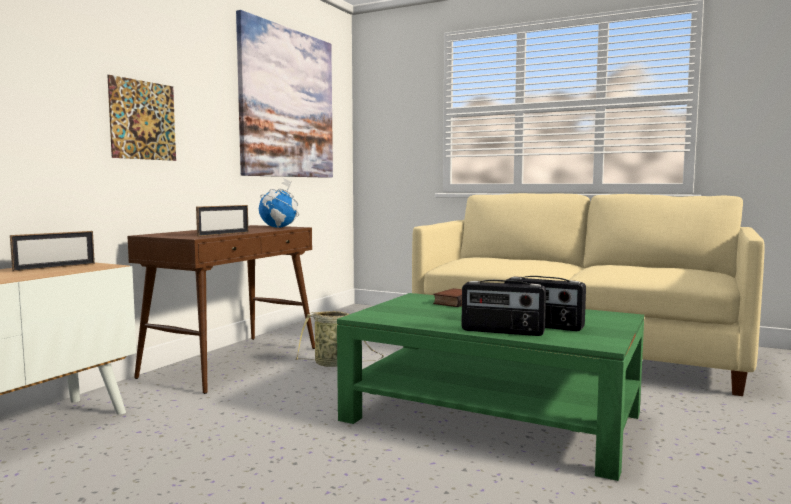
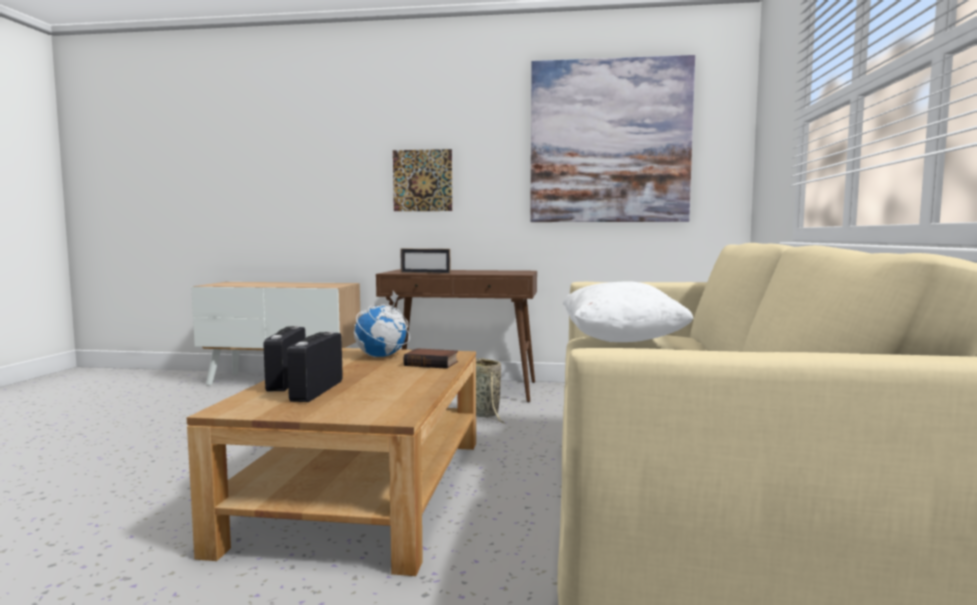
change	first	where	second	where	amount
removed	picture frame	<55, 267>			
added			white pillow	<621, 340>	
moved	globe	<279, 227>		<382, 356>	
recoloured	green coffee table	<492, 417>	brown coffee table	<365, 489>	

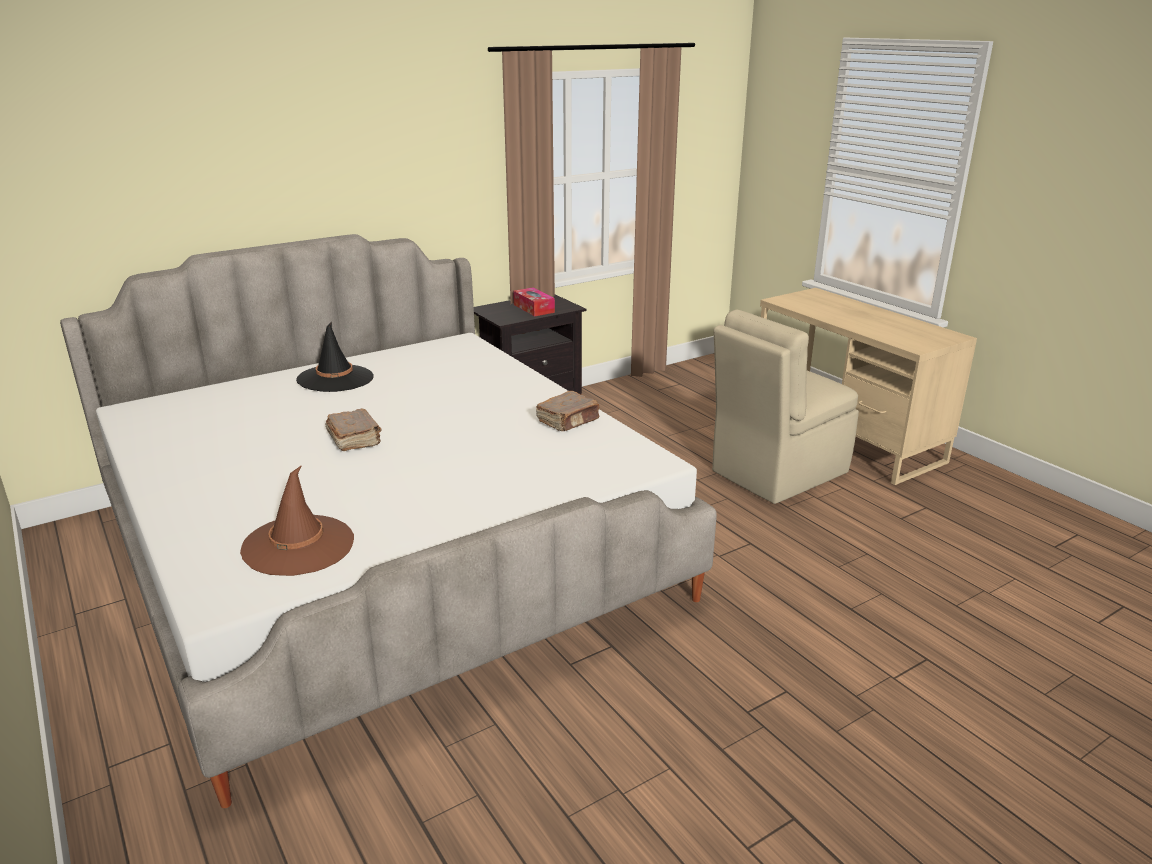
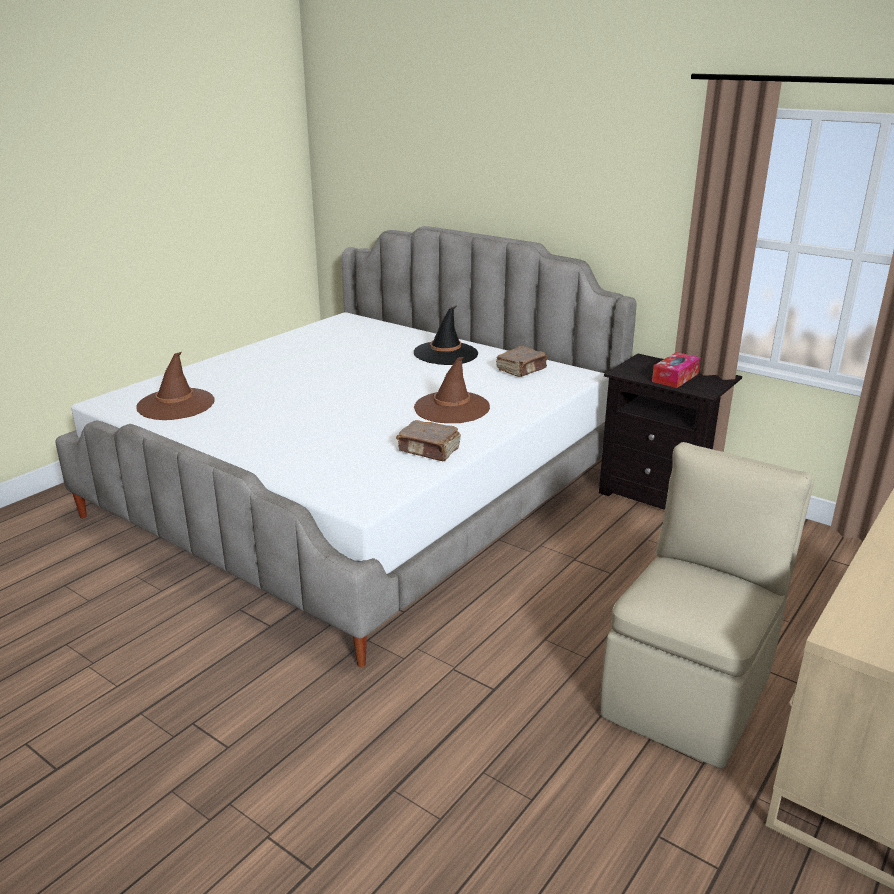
change	first	where	second	where	amount
added			brown hat	<451, 408>	
moved	brown book	<354, 440>		<522, 370>	
turned	beige chair	<776, 473>		<690, 692>	90 degrees clockwise

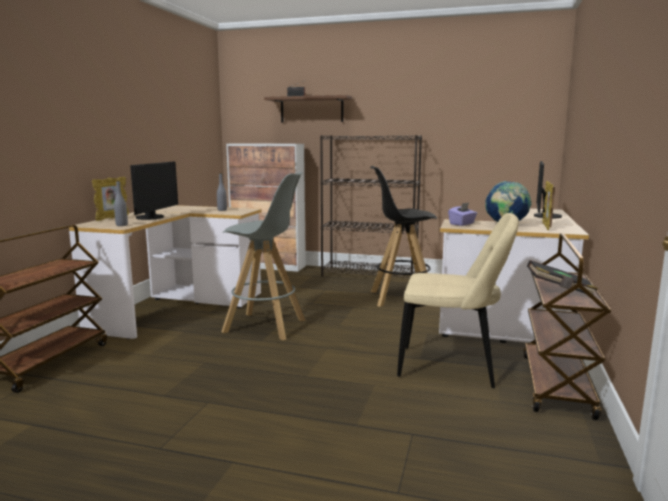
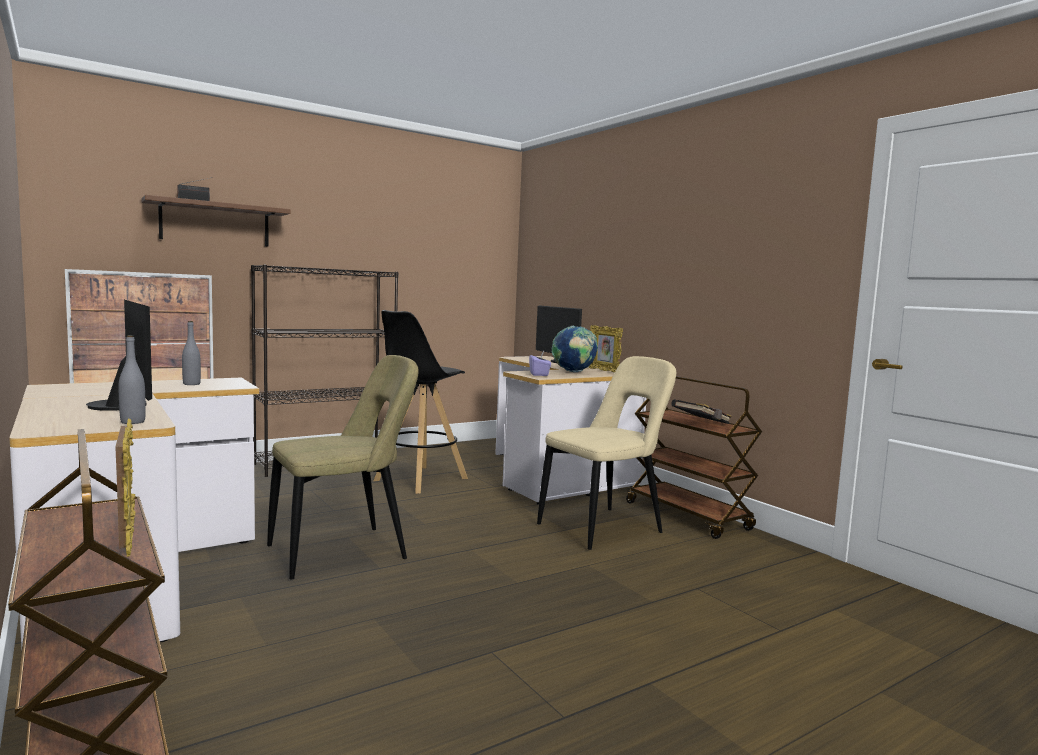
change	first	where	second	where	amount
moved	picture frame	<112, 218>		<127, 538>	
replaced	grey stool	<265, 326>	beige chair	<344, 552>	

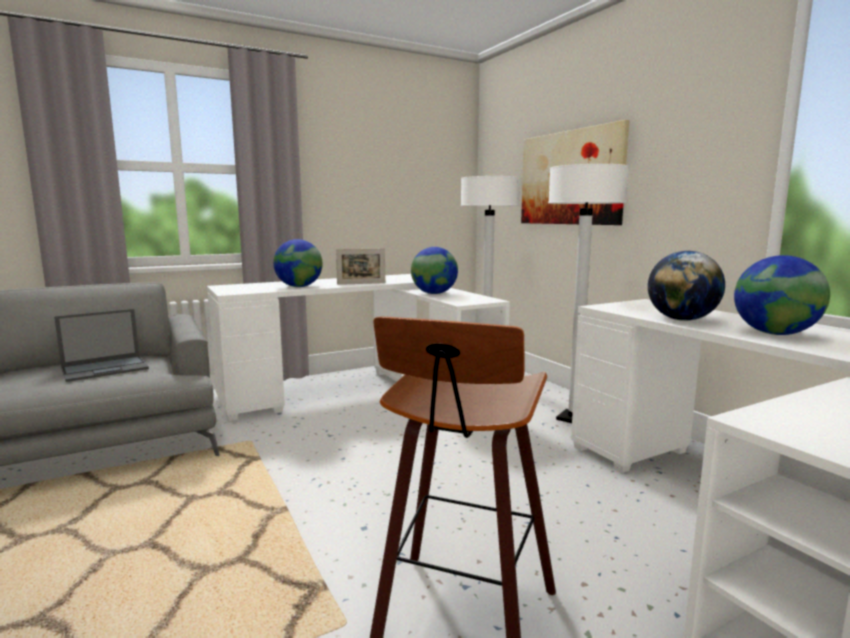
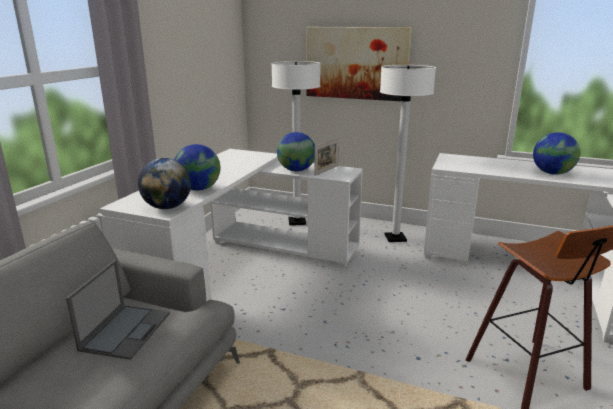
change	first	where	second	where	amount
moved	picture frame	<361, 283>		<326, 171>	
moved	globe	<682, 320>		<167, 207>	

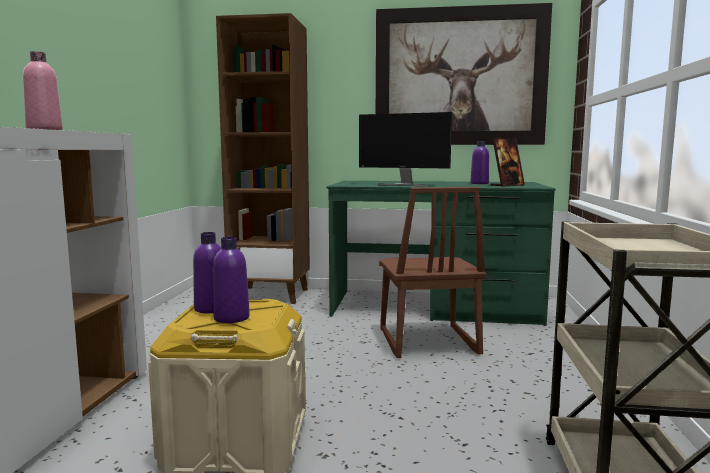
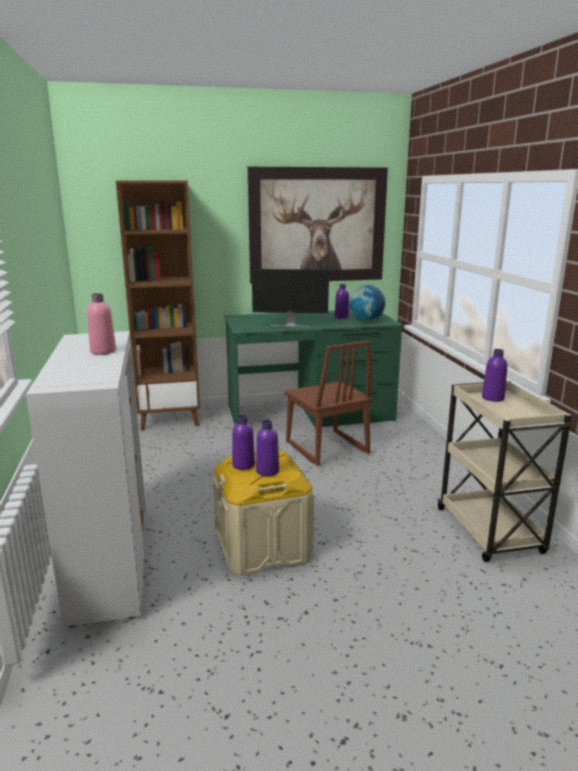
change	first	where	second	where	amount
added			purple bottle	<492, 398>	
replaced	picture frame	<507, 185>	globe	<366, 321>	

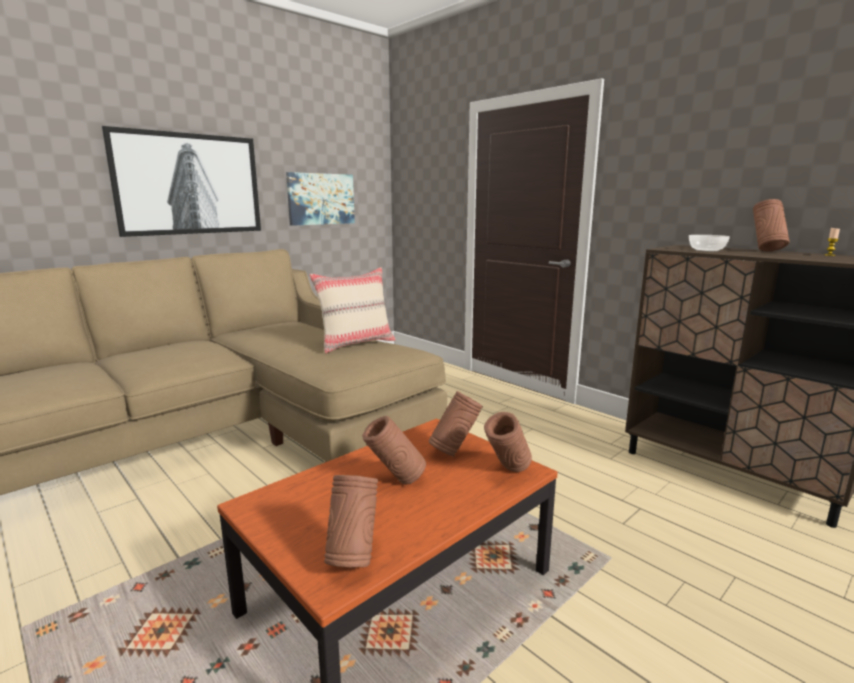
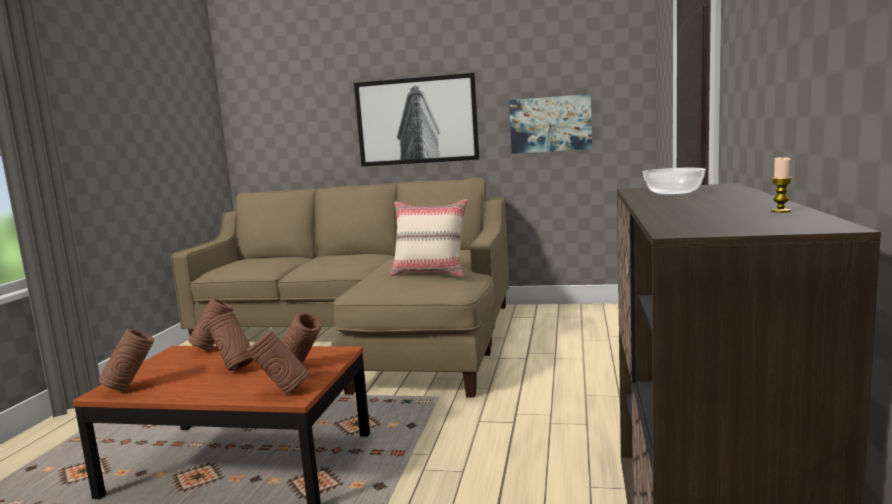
change	first	where	second	where	amount
moved	brown vase	<766, 251>		<214, 348>	

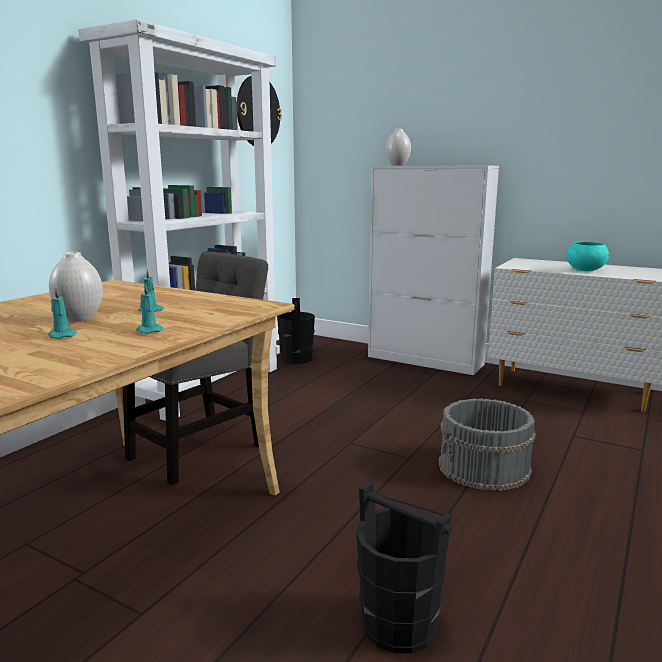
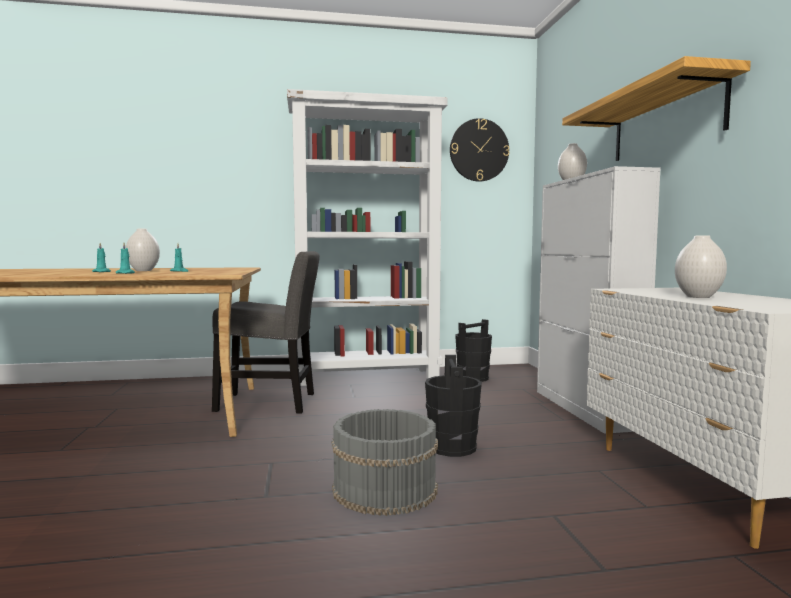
change	first	where	second	where	amount
added			shelf	<665, 122>	
moved	black bucket	<399, 624>		<452, 447>	
replaced	turquoise bowl	<585, 270>	white vase	<698, 297>	

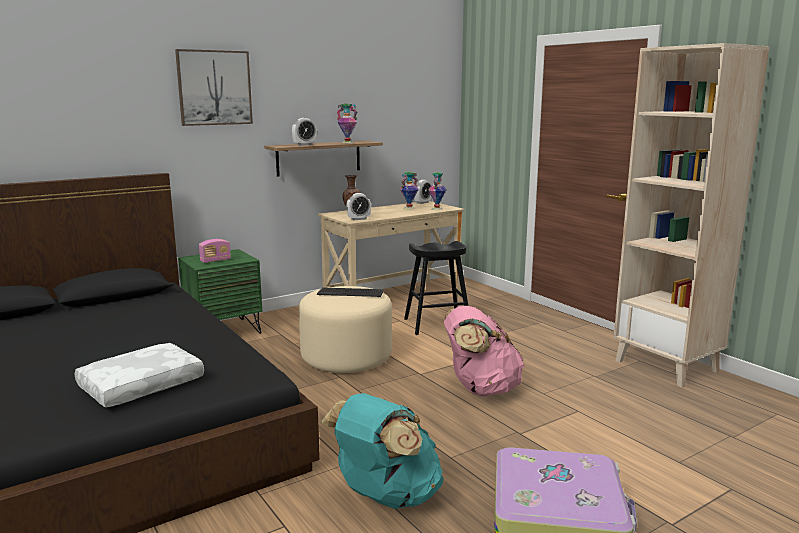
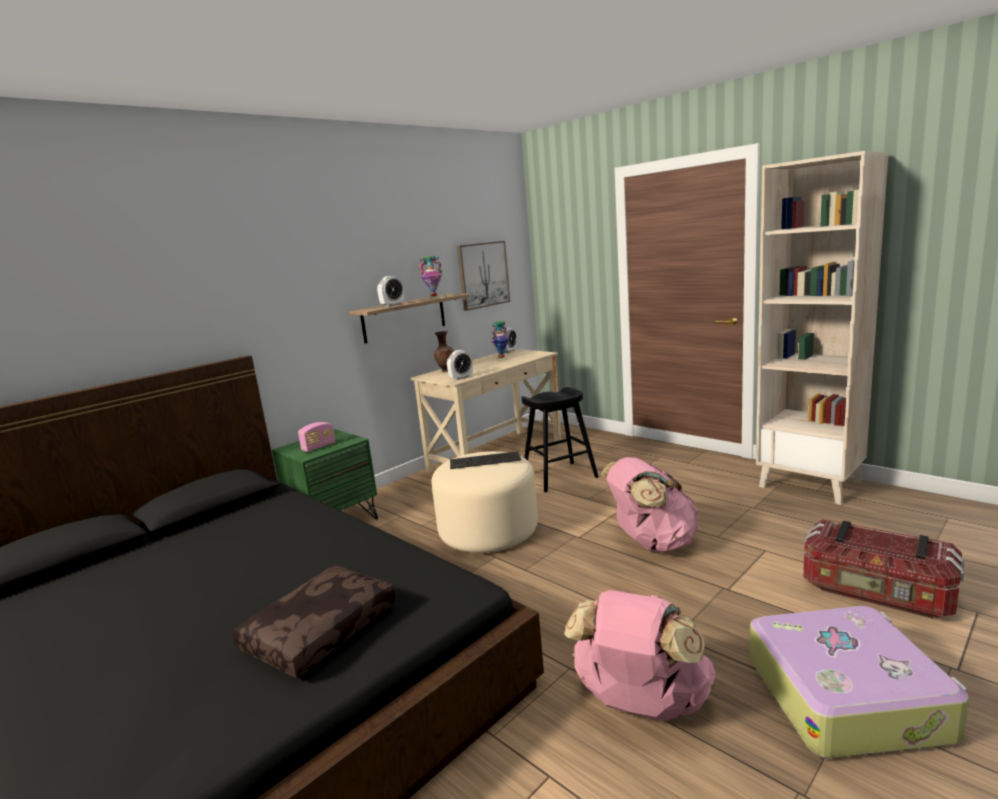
change	first	where	second	where	amount
removed	vase	<437, 209>			
added			storage box	<876, 593>	
moved	picture	<214, 88>		<483, 275>	
recoloured	white pillow	<142, 385>	brown pillow	<320, 630>	
recoloured	turquoise backpack	<385, 497>	pink backpack	<641, 704>	

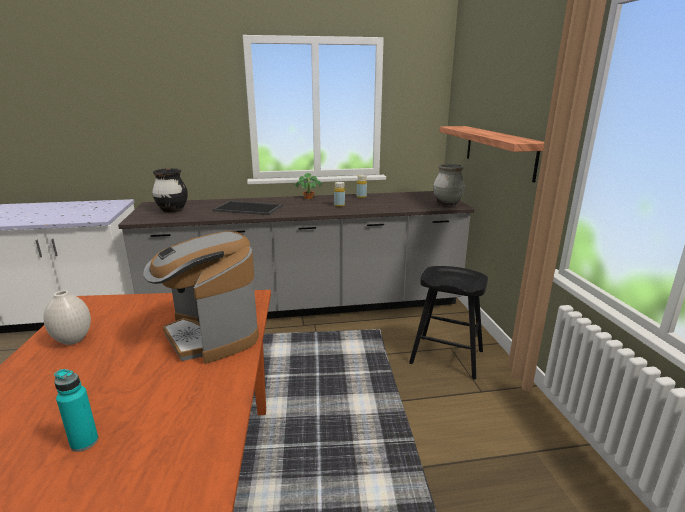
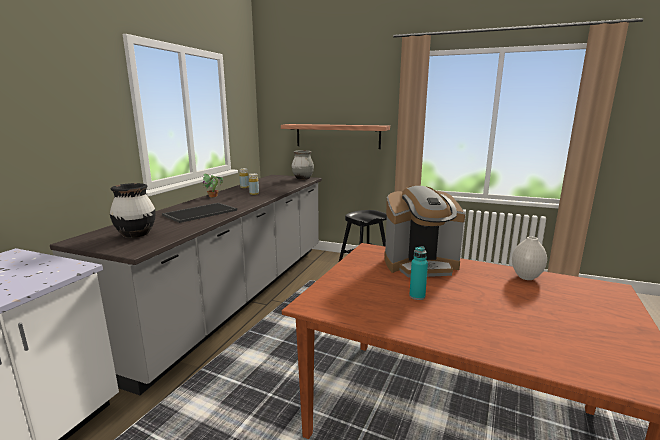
change	first	where	second	where	amount
moved	white vase	<74, 340>		<526, 277>	
moved	turquoise bottle	<84, 442>		<417, 296>	

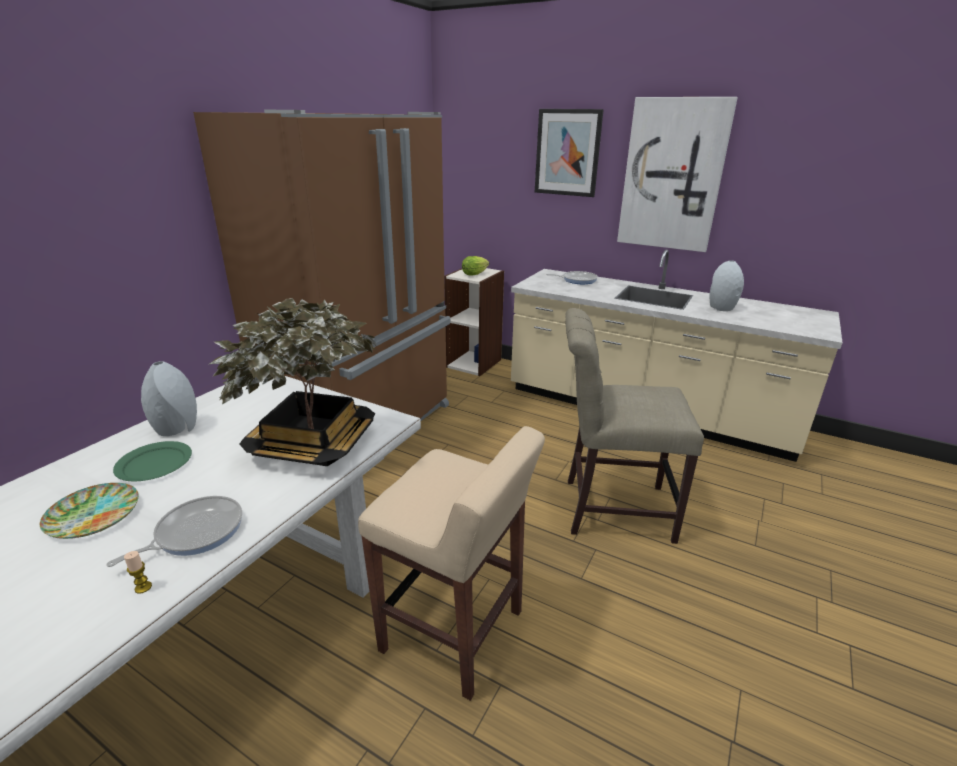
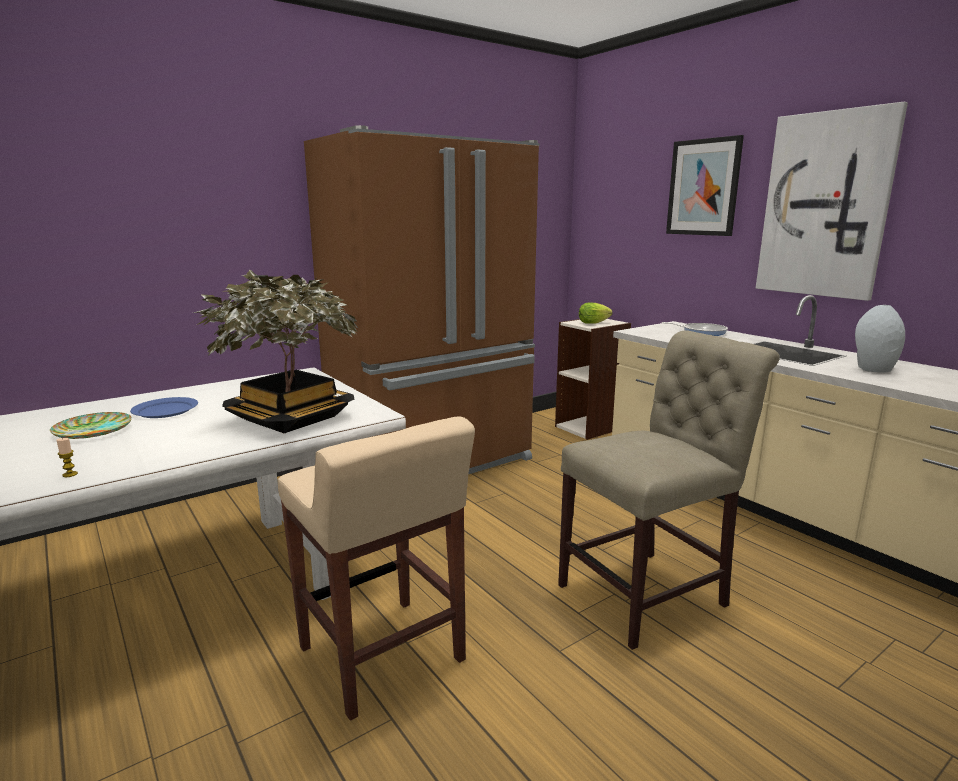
change	first	where	second	where	amount
removed	frying pan	<195, 532>			
removed	grey vase	<178, 428>			
recoloured	green plate	<154, 464>	blue plate	<165, 410>	
turned	beige chair	<610, 508>		<650, 593>	120 degrees clockwise

